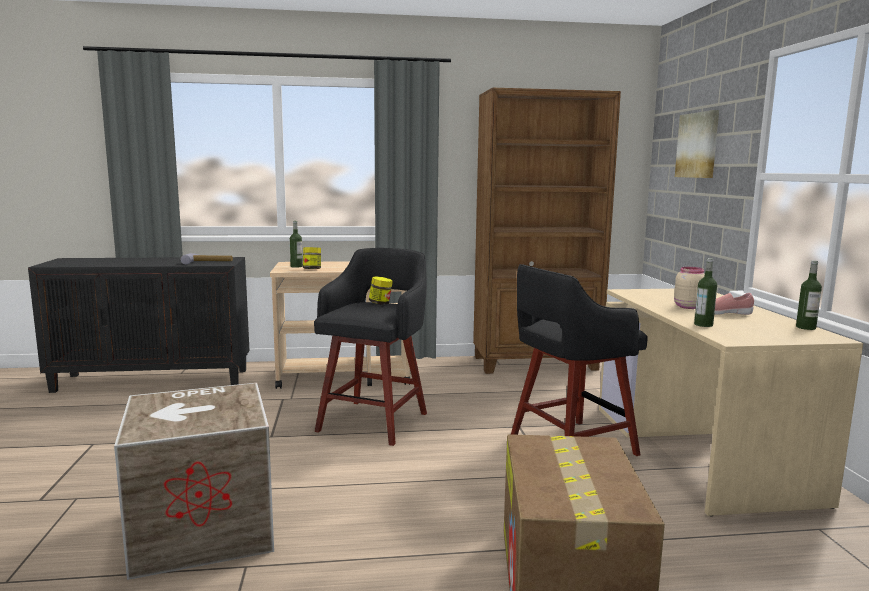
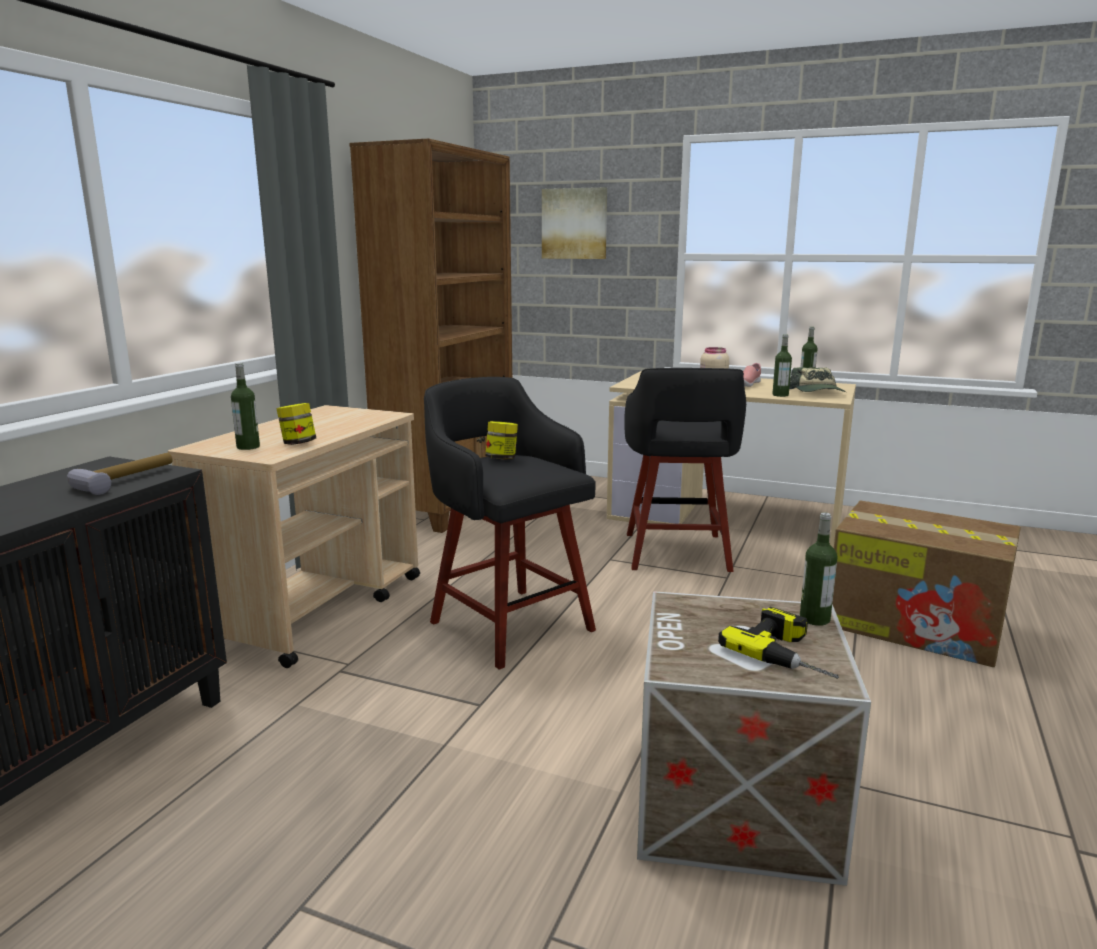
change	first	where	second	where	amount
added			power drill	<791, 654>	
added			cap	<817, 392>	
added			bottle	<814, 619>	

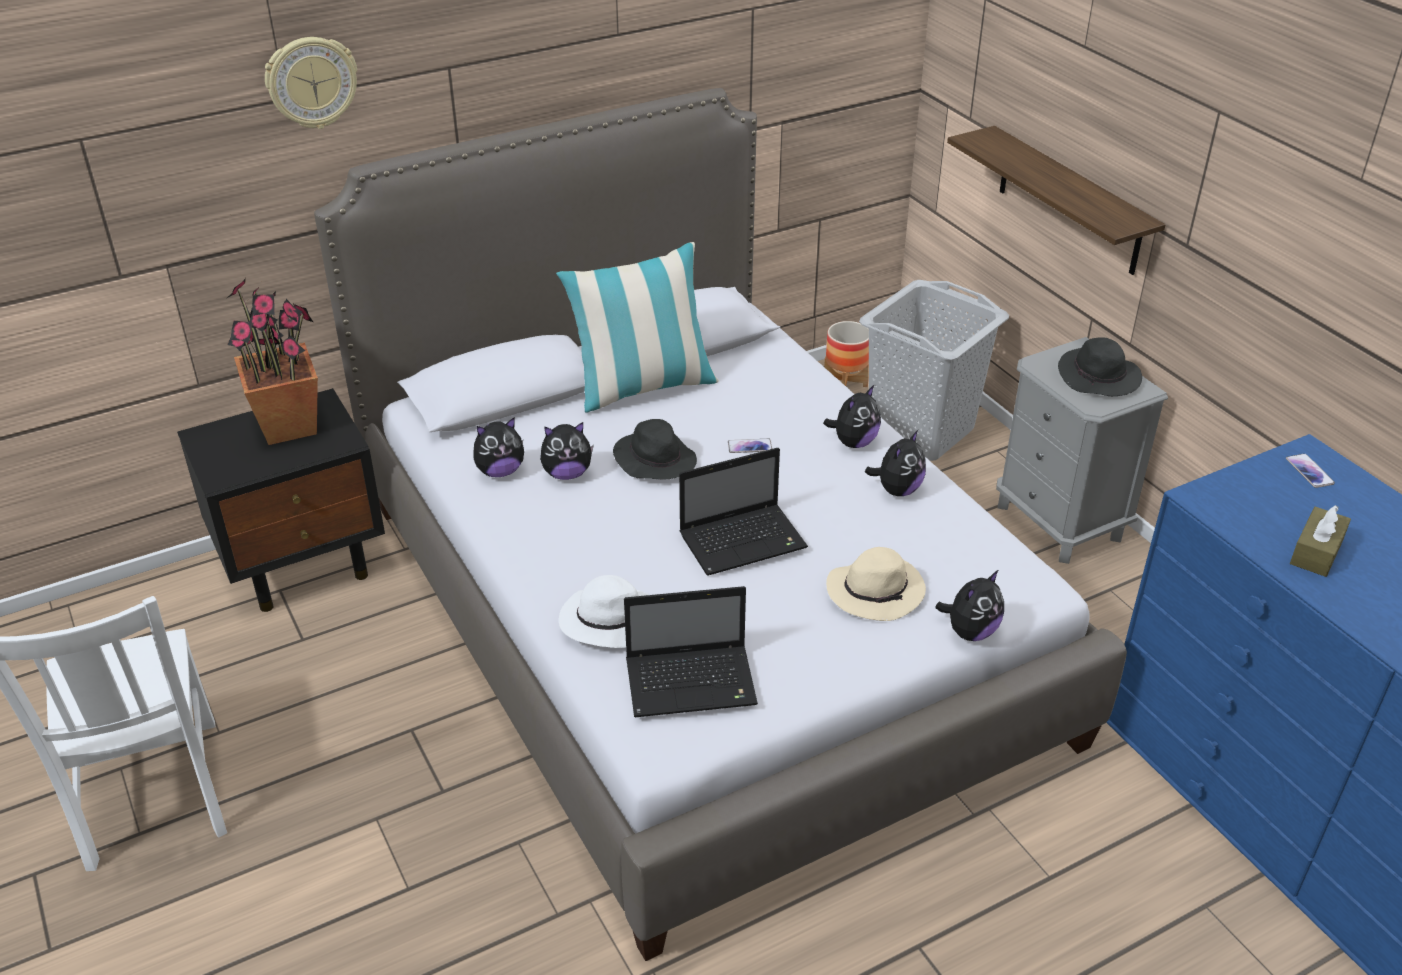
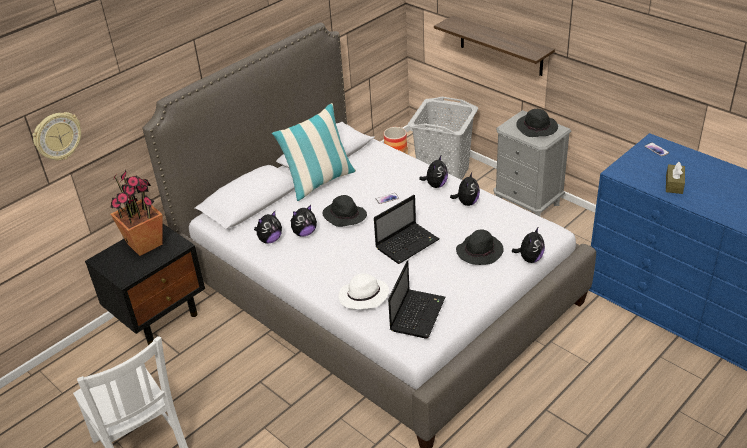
change	first	where	second	where	amount
moved	wall clock	<311, 82>		<57, 136>	
recoloured	beige hat	<876, 591>	black hat	<480, 251>	
turned	laptop	<693, 682>		<417, 313>	45 degrees counterclockwise

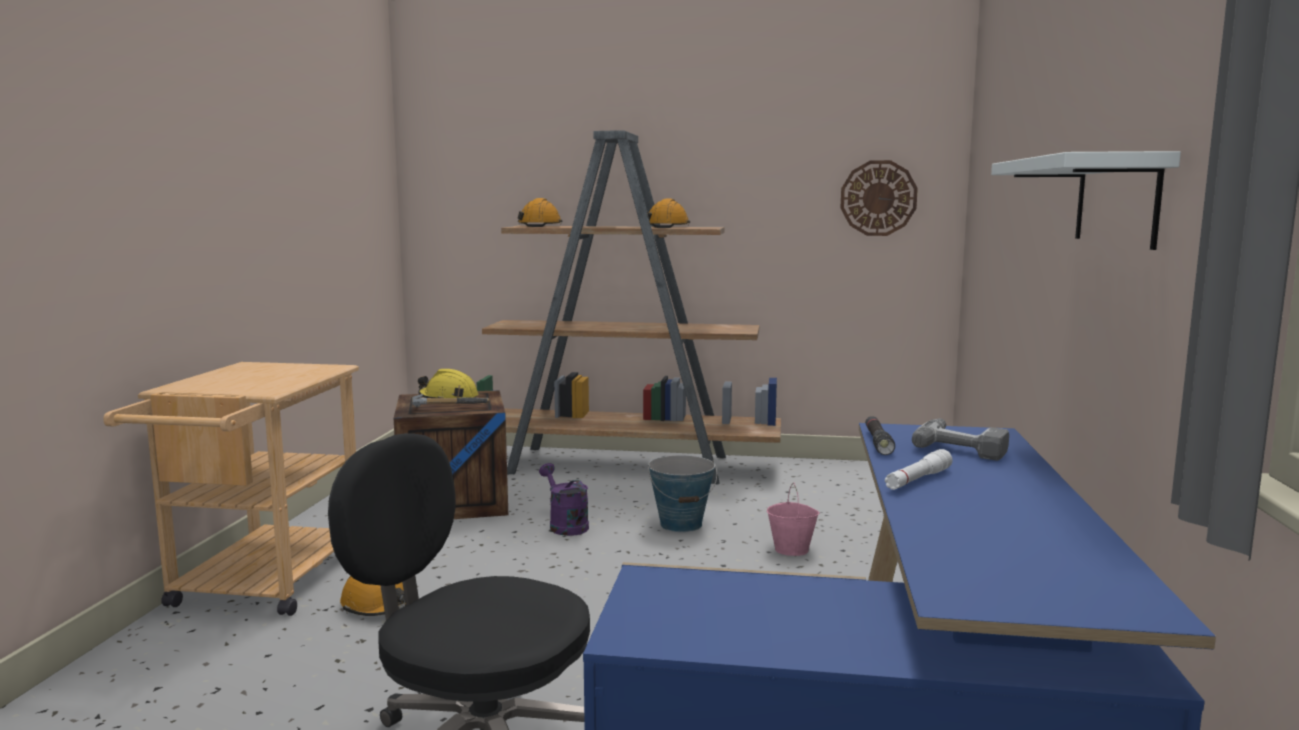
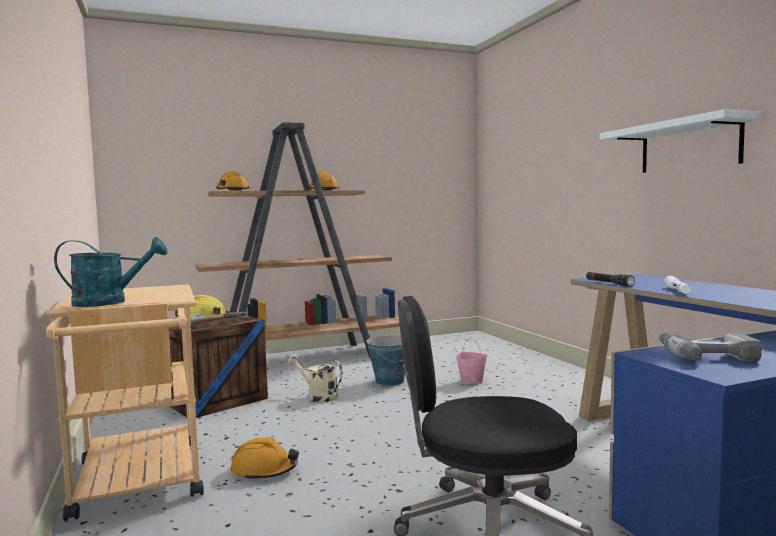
change	first	where	second	where	amount
removed	wall clock	<878, 198>			
added			turquoise watering can	<109, 302>	
moved	power drill	<962, 446>		<705, 354>	
recoloured	purple watering can	<565, 525>	beige watering can	<318, 396>	

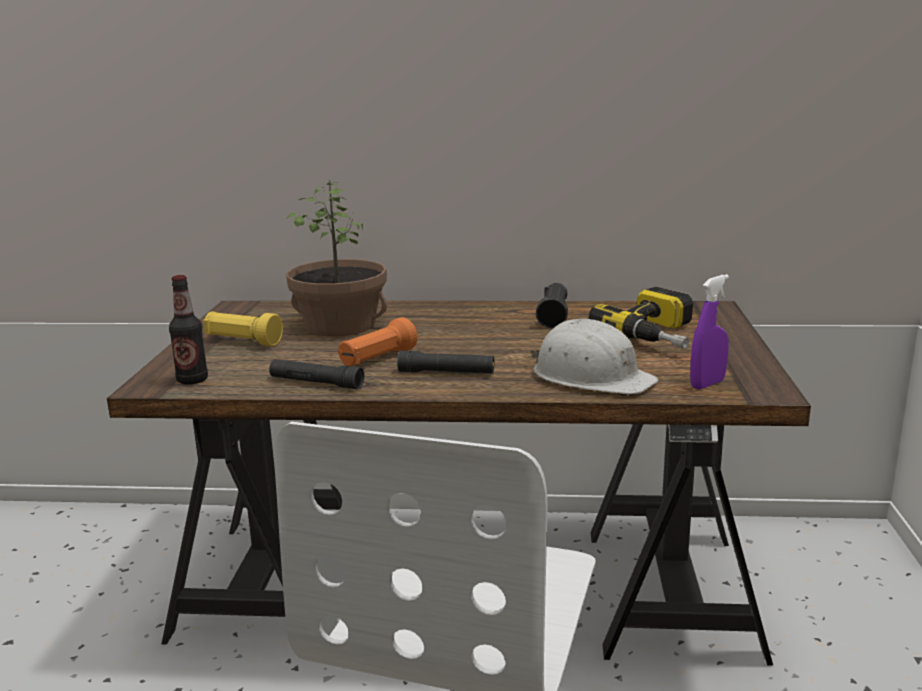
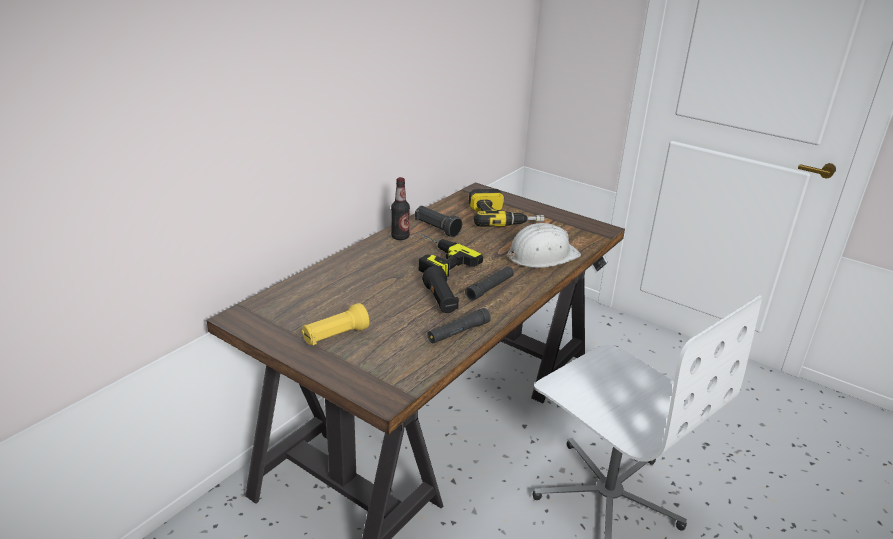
change	first	where	second	where	amount
removed	potted plant	<341, 325>			
removed	purple spray bottle	<707, 384>			
added			power drill	<435, 260>	
moved	bottle	<192, 380>		<400, 237>	
recoloured	orange flashlight	<377, 359>	black flashlight	<440, 301>	

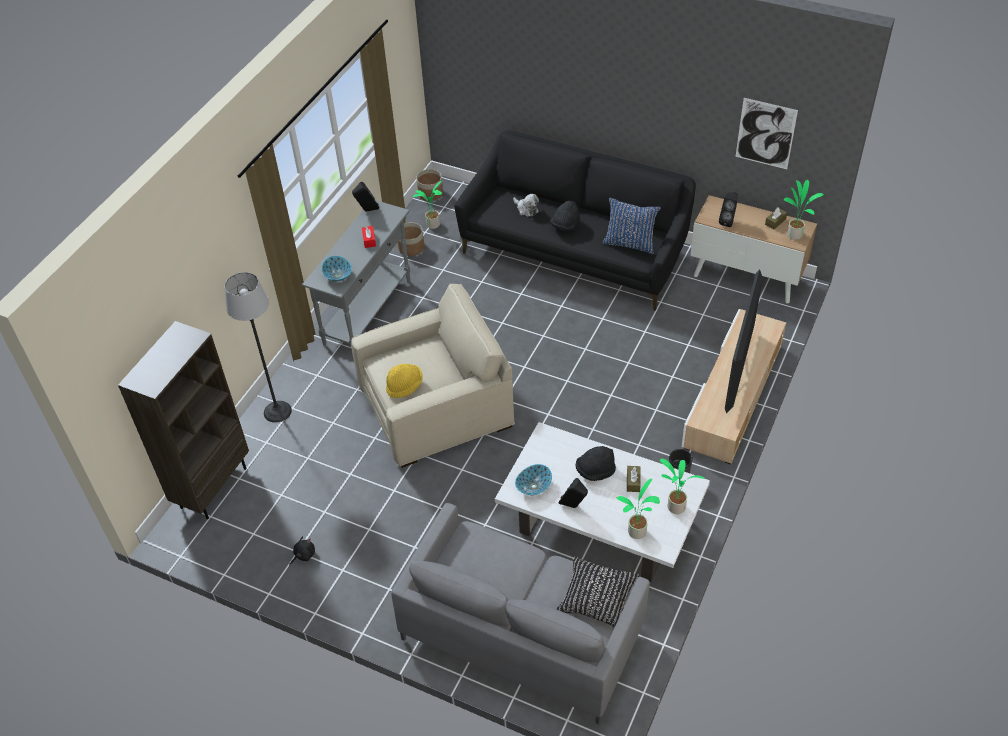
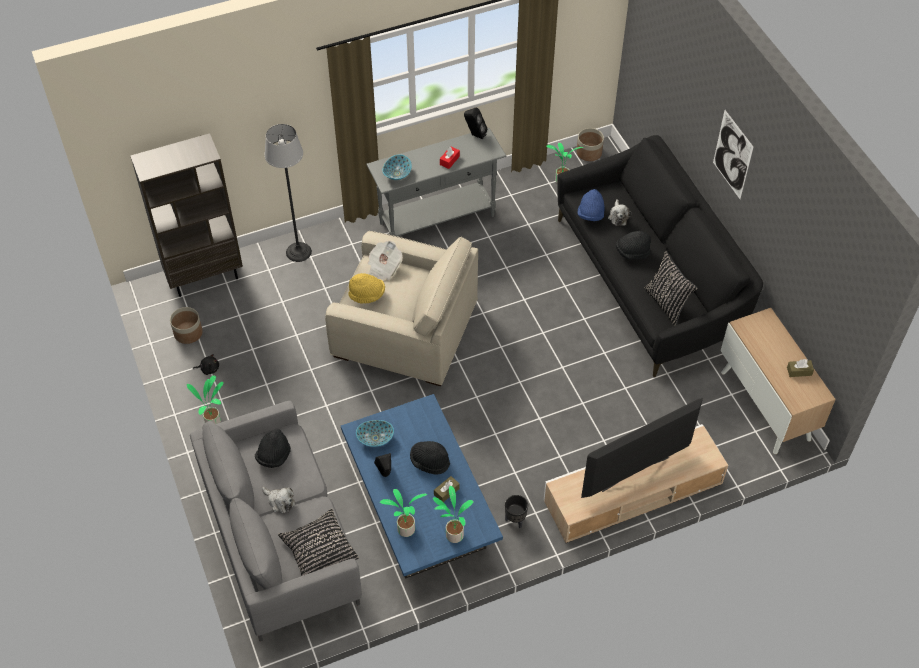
change	first	where	second	where	amount
removed	black speaker	<728, 221>			
added			black hat	<274, 456>	
added			plush toy	<280, 501>	
added			newspaper	<383, 268>	
added			blue hat	<590, 214>	
moved	planter	<411, 247>		<188, 333>	
moved	picture	<765, 134>		<732, 154>	
moved	potted plant	<795, 234>		<214, 421>	
recoloured	white coffee table	<599, 523>	blue coffee table	<419, 506>	
recoloured	blue pillow	<630, 243>	black pillow	<667, 303>	

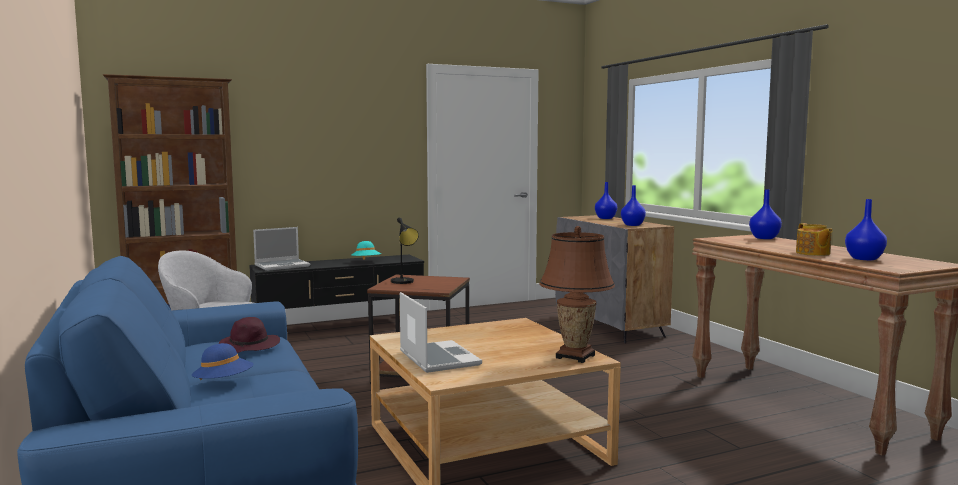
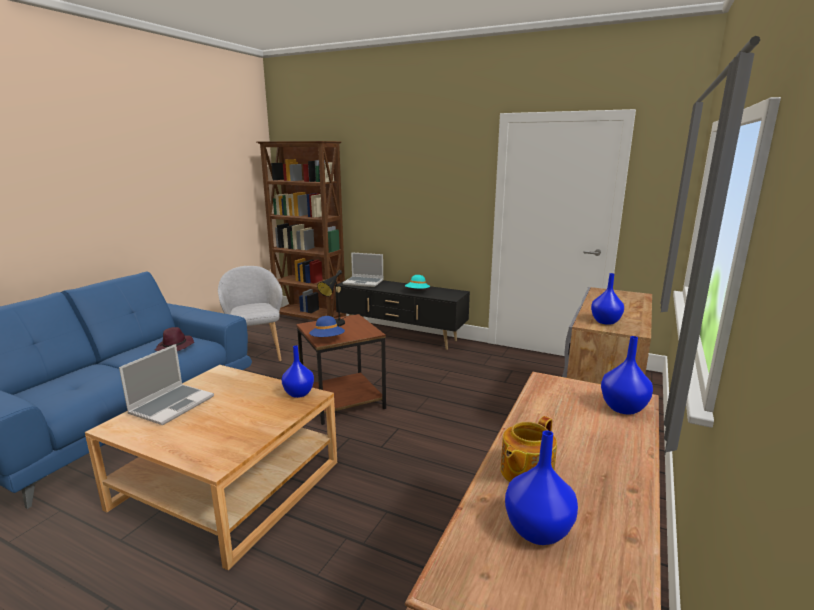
change	first	where	second	where	amount
removed	brown table lamp	<575, 356>			
moved	blue hat	<224, 383>		<327, 340>	
moved	blue vase	<605, 218>		<298, 393>	

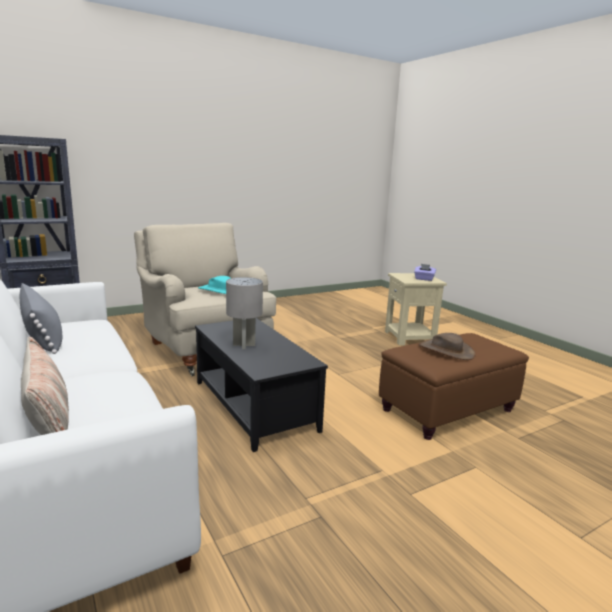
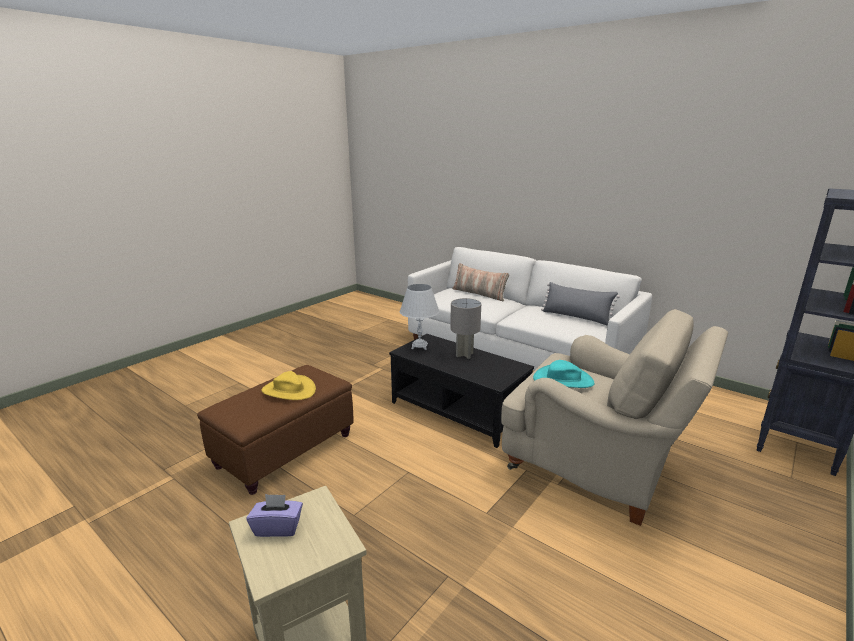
change	first	where	second	where	amount
added			white table lamp	<419, 346>	
recoloured	brown hat	<446, 350>	yellow hat	<288, 390>	

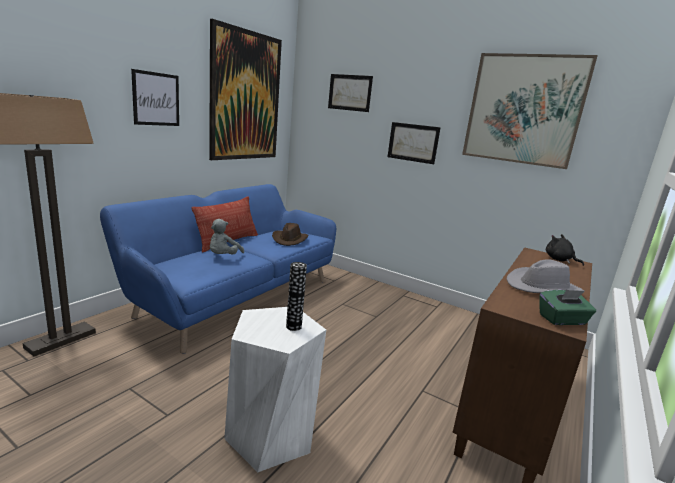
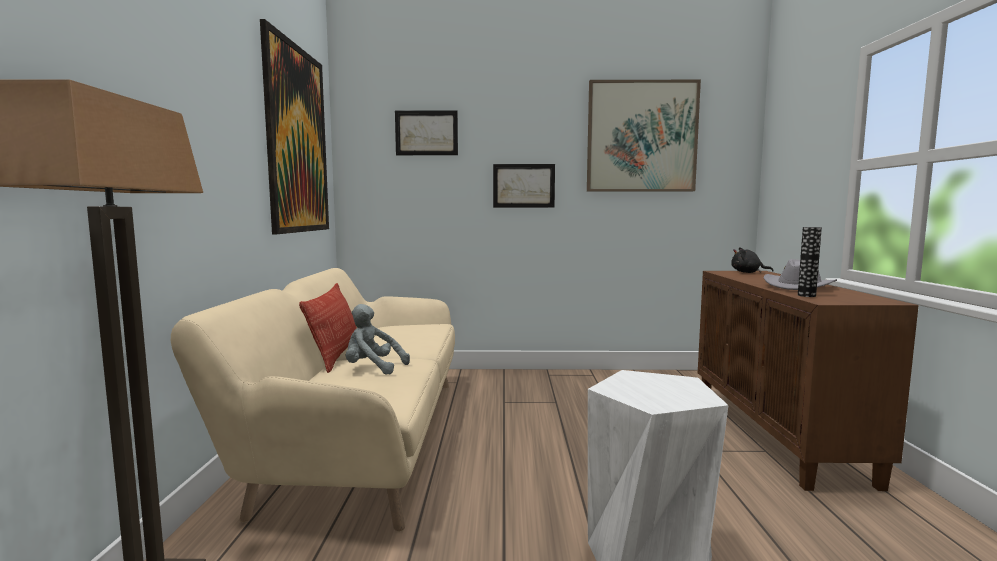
change	first	where	second	where	amount
removed	picture	<156, 99>			
removed	brown hat	<290, 239>			
removed	green tissue box	<562, 320>			
moved	vase	<293, 326>		<806, 295>	
recoloured	blue sofa	<235, 296>	beige sofa	<362, 437>	
turned	grey plush toy	<223, 256>		<372, 368>	120 degrees clockwise

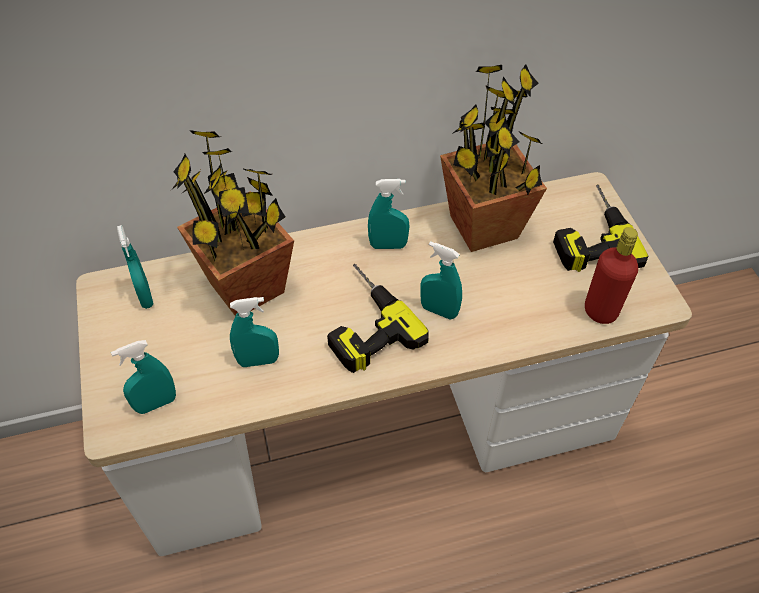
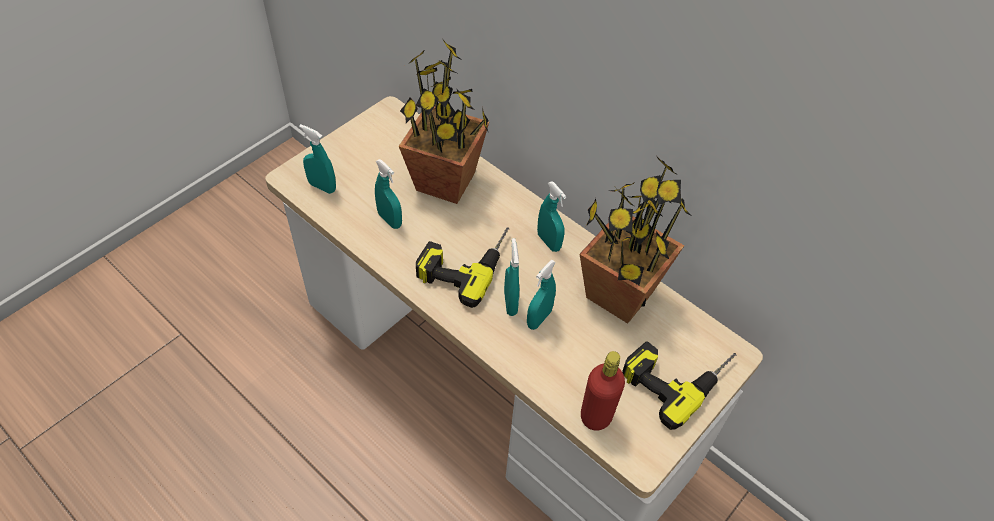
change	first	where	second	where	amount
moved	turquoise spray bottle	<145, 296>		<539, 318>	

